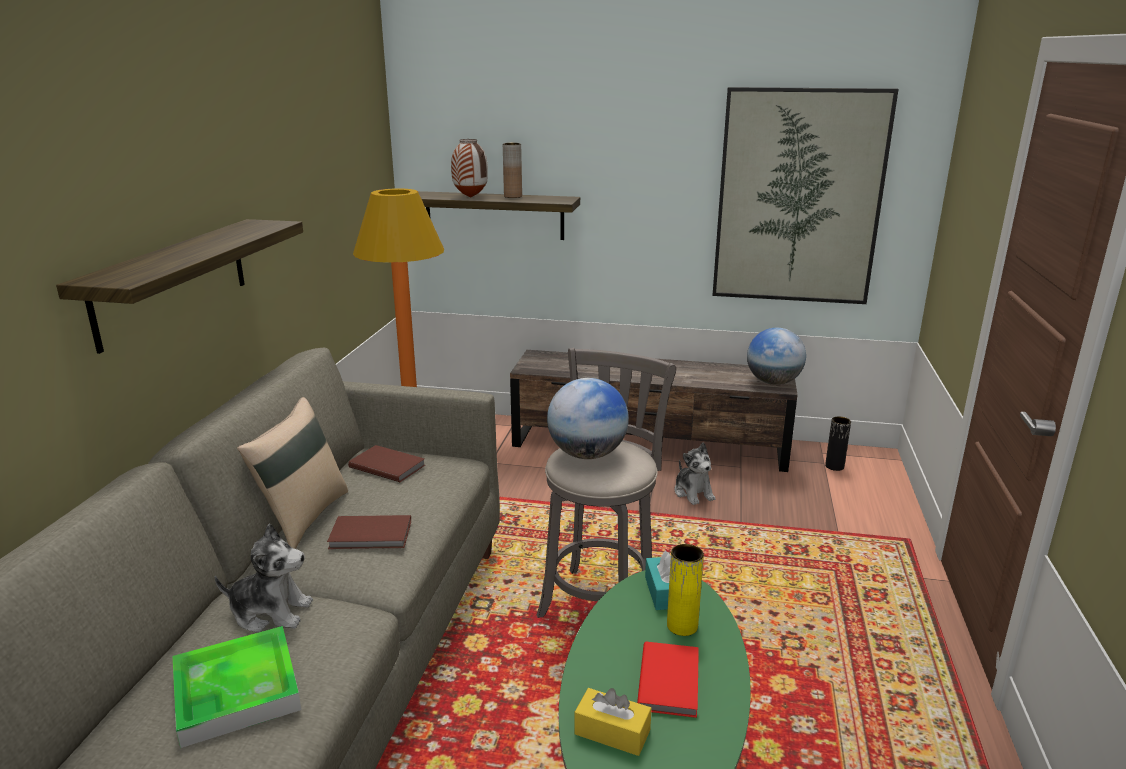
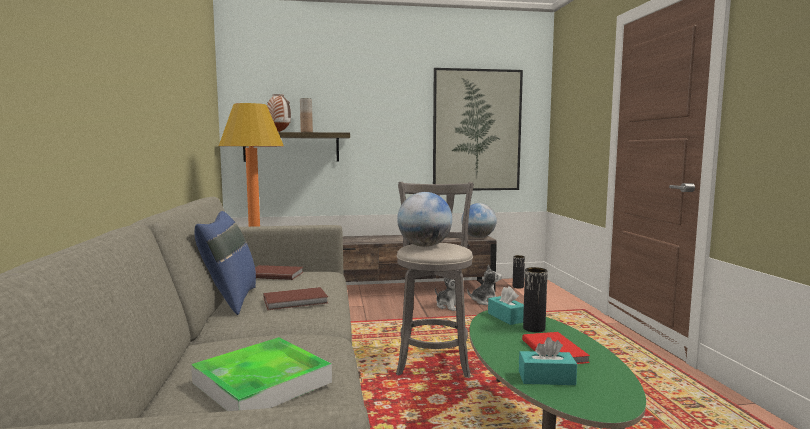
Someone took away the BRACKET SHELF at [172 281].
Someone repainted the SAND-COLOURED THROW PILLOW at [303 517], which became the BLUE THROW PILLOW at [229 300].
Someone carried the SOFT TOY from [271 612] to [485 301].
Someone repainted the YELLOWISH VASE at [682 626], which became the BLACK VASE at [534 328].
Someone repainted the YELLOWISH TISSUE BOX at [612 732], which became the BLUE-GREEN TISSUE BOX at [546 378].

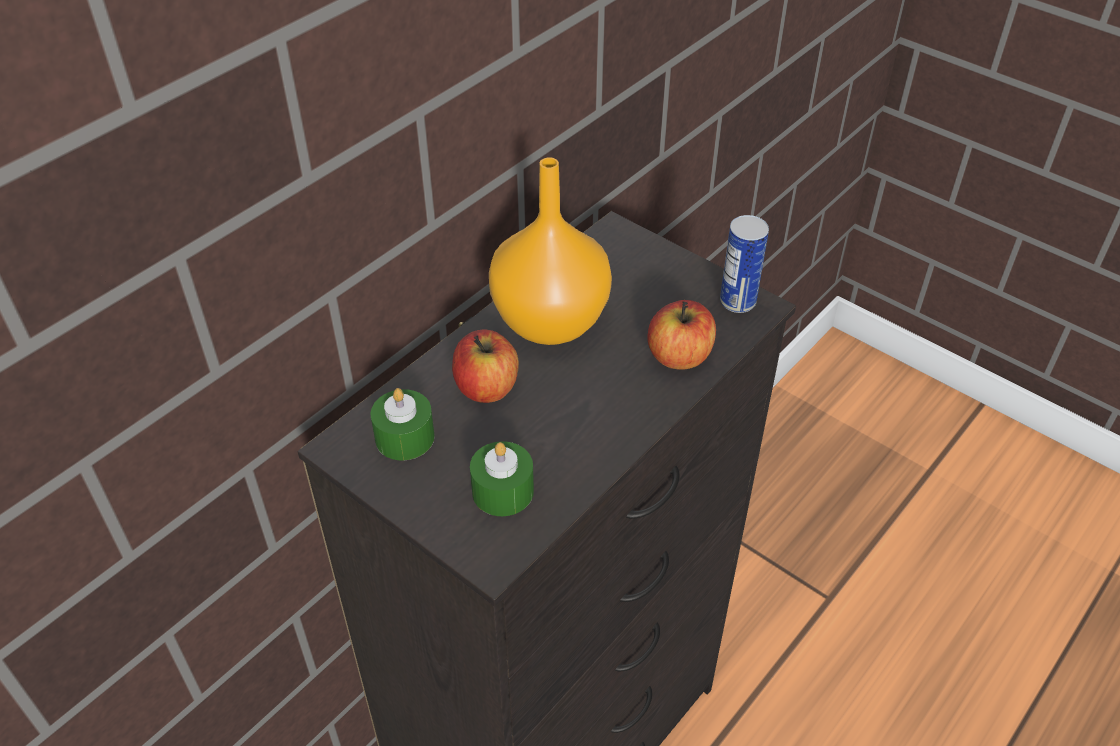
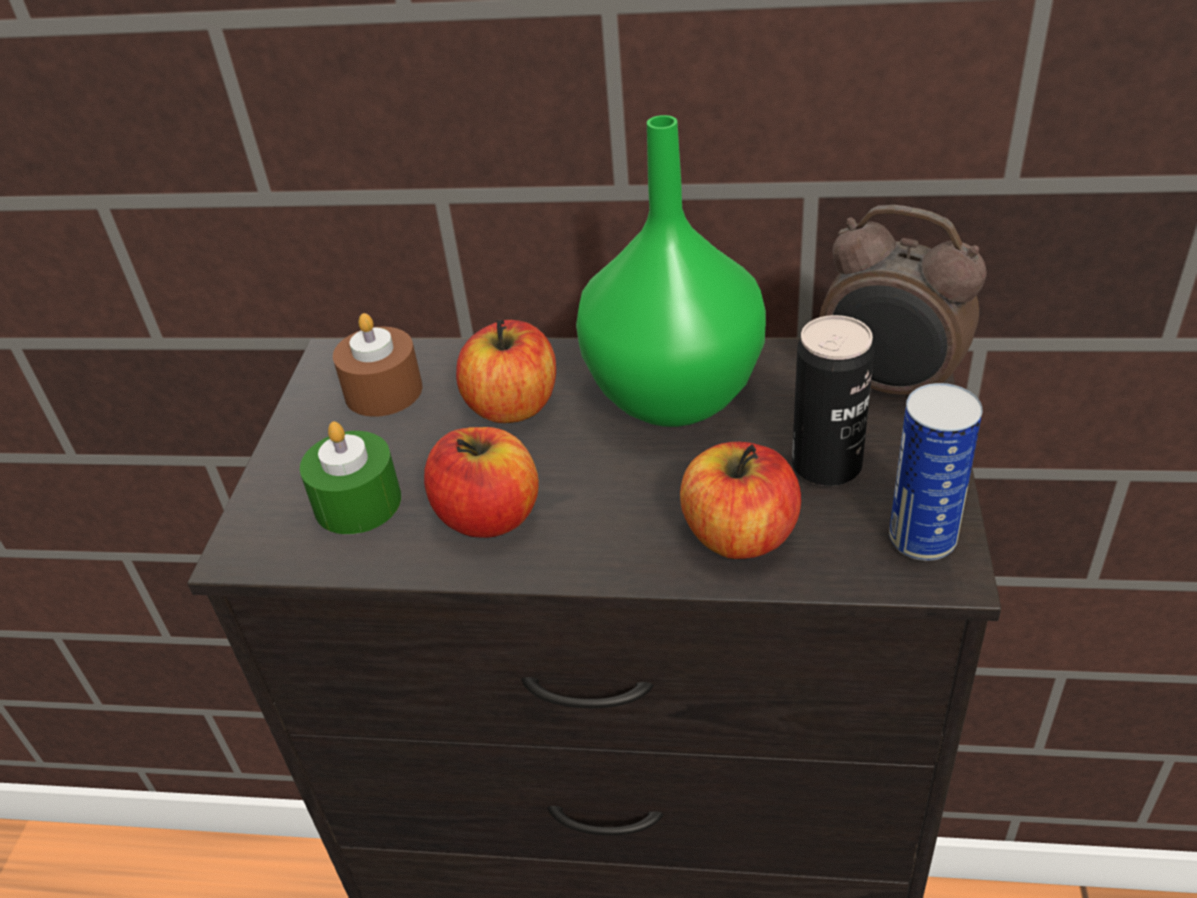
Someone repainted the ORANGE VASE at [549 324], which became the GREEN VASE at [670 397].
Someone repainted the GREEN CANDLE at [405 437], which became the BROWN CANDLE at [383 391].
Someone put down the ALARM CLOCK at [889 387].
Someone put down the CAN at [826 465].
Someone put down the APPLE at [489 516].

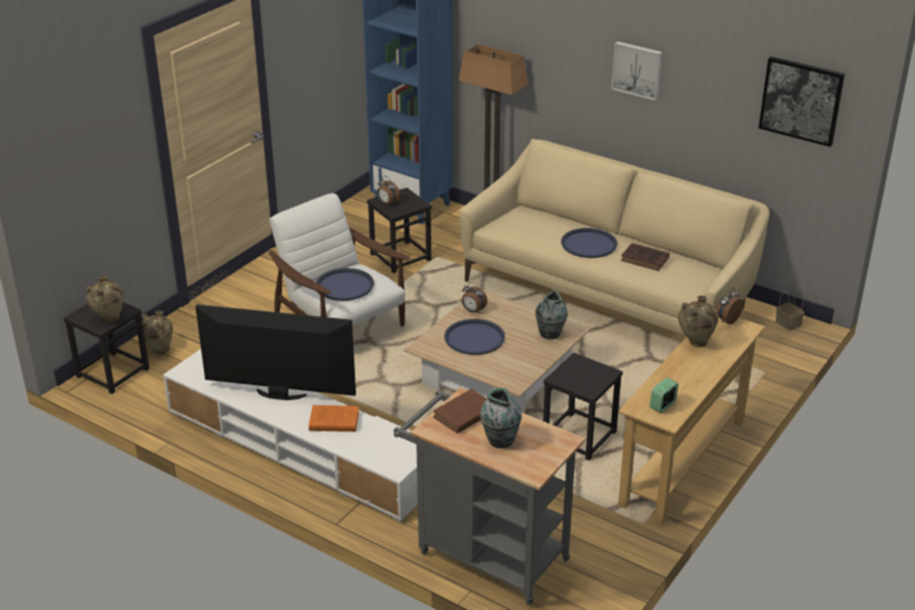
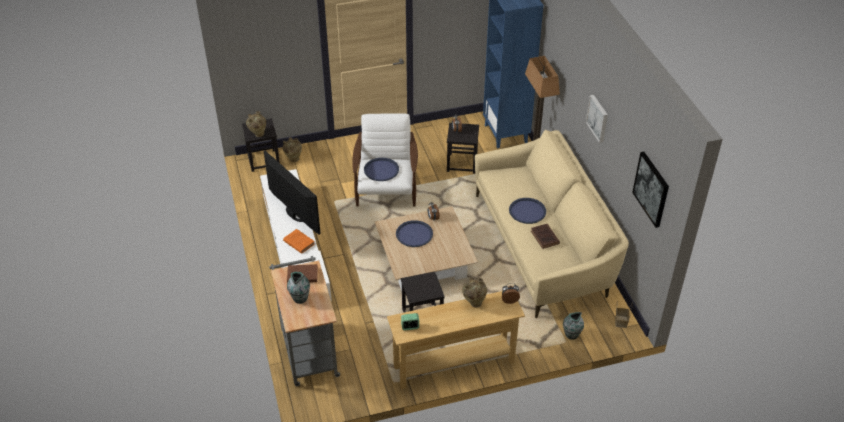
Someone carried the VASE from [550 334] to [571 335].

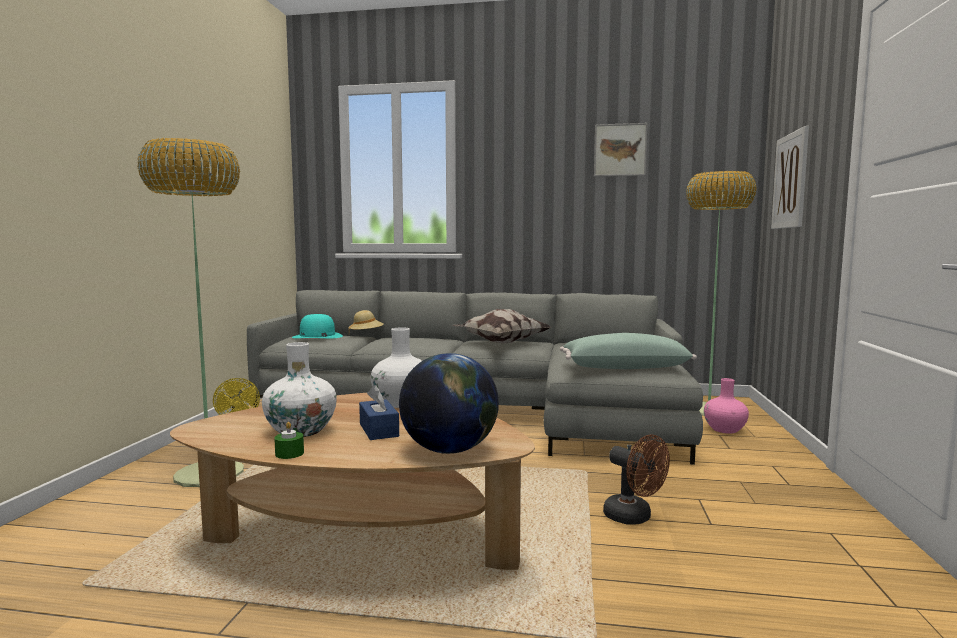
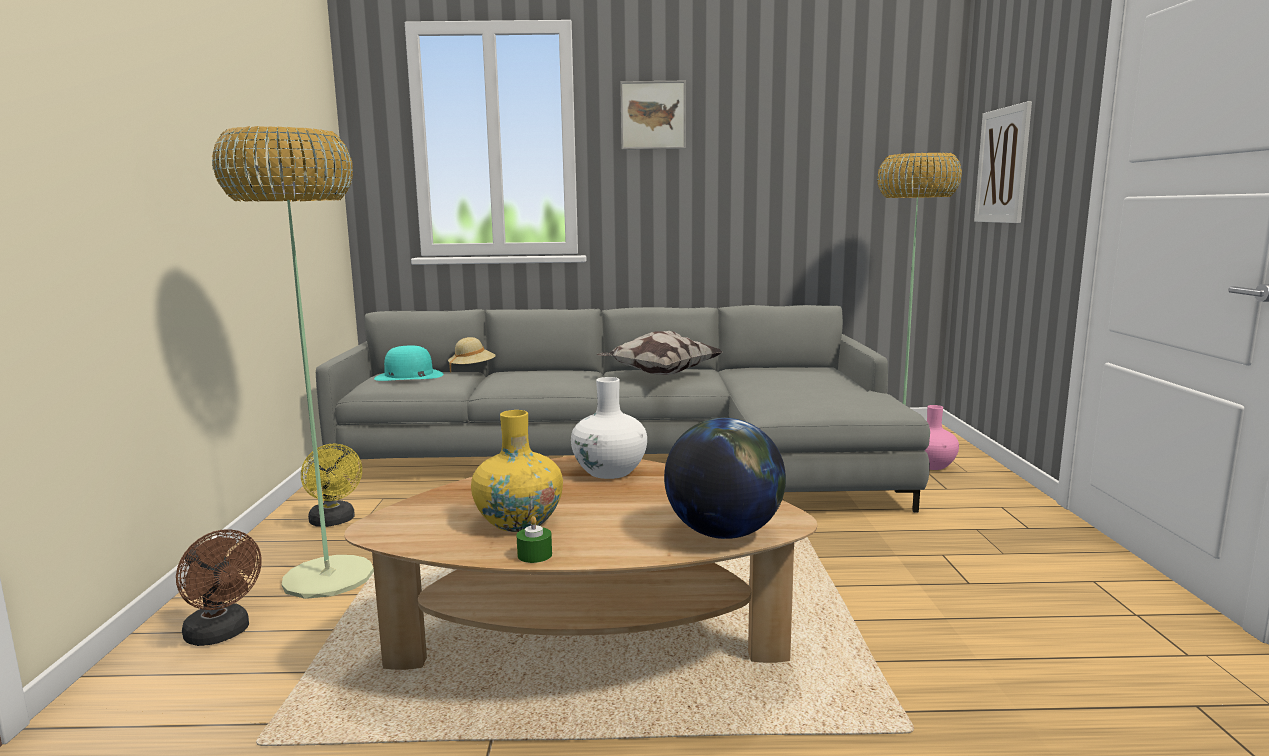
Someone carried the WALL PICTURE from [620 150] to [653 115].
Someone took away the GREEN THROW PILLOW at [624 367].
Someone repainted the WHITE VASE at [301 431], which became the YELLOWISH VASE at [519 522].
Someone took away the BLUE TISSUE BOX at [379 430].
Someone carried the BROWN ELECTRIC FAN from [634 517] to [222 634].

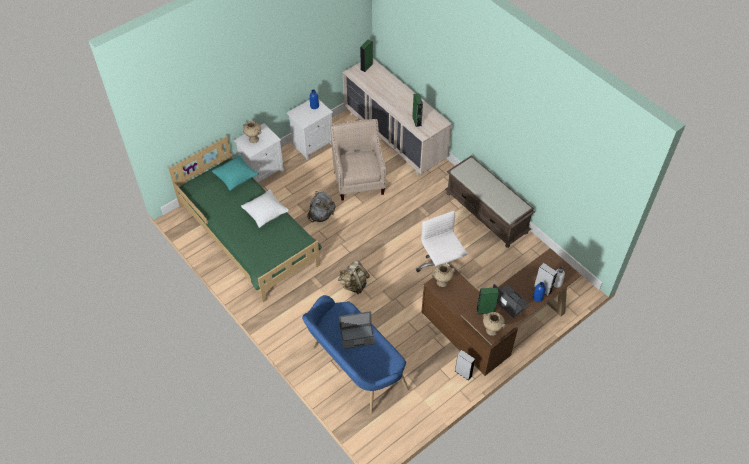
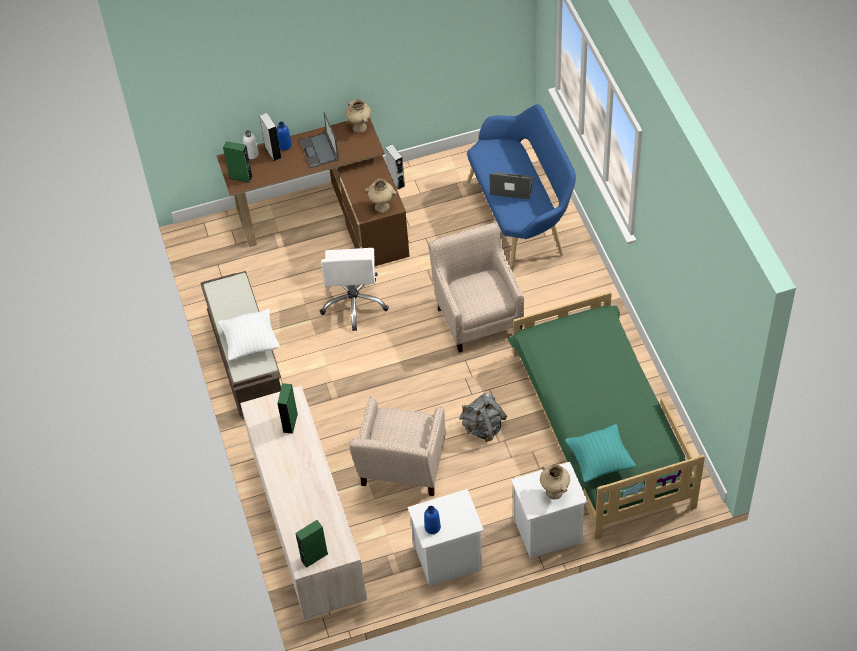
Someone carried the WHITE THROW PILLOW from [265 214] to [250 343].
Someone swapped the SAND-COLOURED KNAPSACK at [354 284] for the SAND-COLOURED ARMCHAIR at [478 315].
Someone carried the GREEN AUDIO SPEAKER from [485 310] to [240 177].

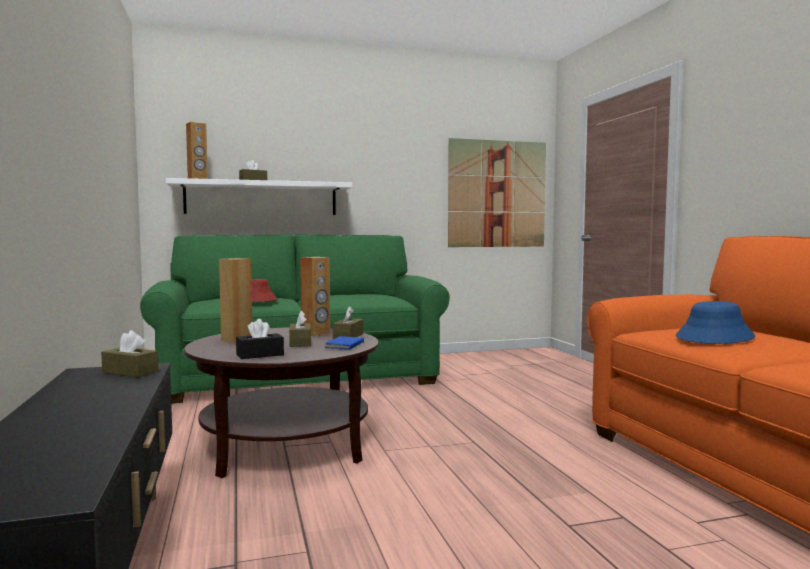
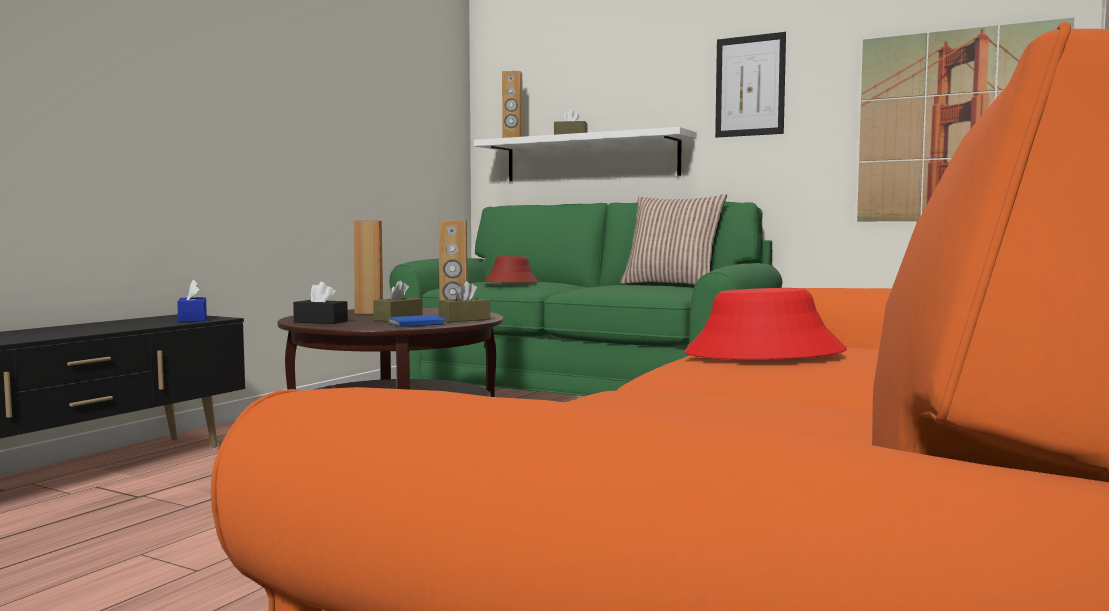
Someone repainted the BLUE HAT at [715 337], which became the RED-COLOURED HAT at [763 354].
Someone repainted the BROWN TISSUE BOX at [130 372], which became the BLUE TISSUE BOX at [192 319].
Someone put up the WALL PICTURE at [750 86].
Someone put down the THROW PILLOW at [672 285].

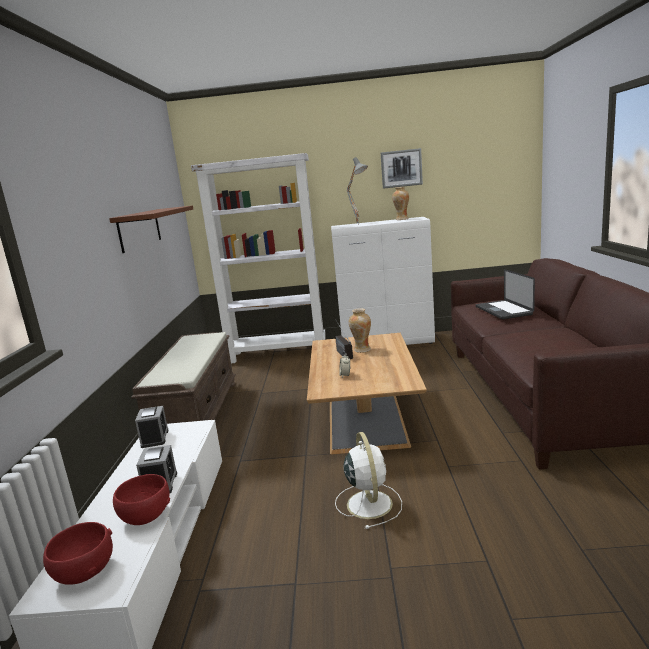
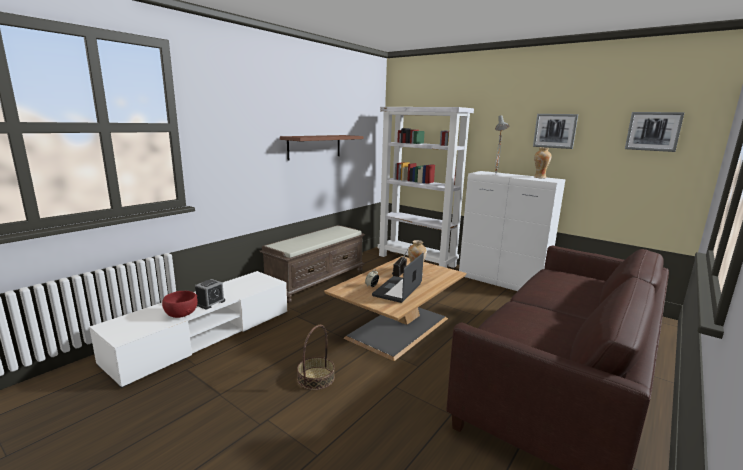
Someone carried the LAPTOP from [503 310] to [397 290].
Someone took away the ALARM CLOCK at [155 438].
Someone swapped the WHITE ELECTRIC FAN at [369 503] for the STORAGE BASKET at [315 378].
Someone took away the RED-COLOURED SERVING BOWL at [84 572].
Someone put up the WALL PICTURE at [653 131].

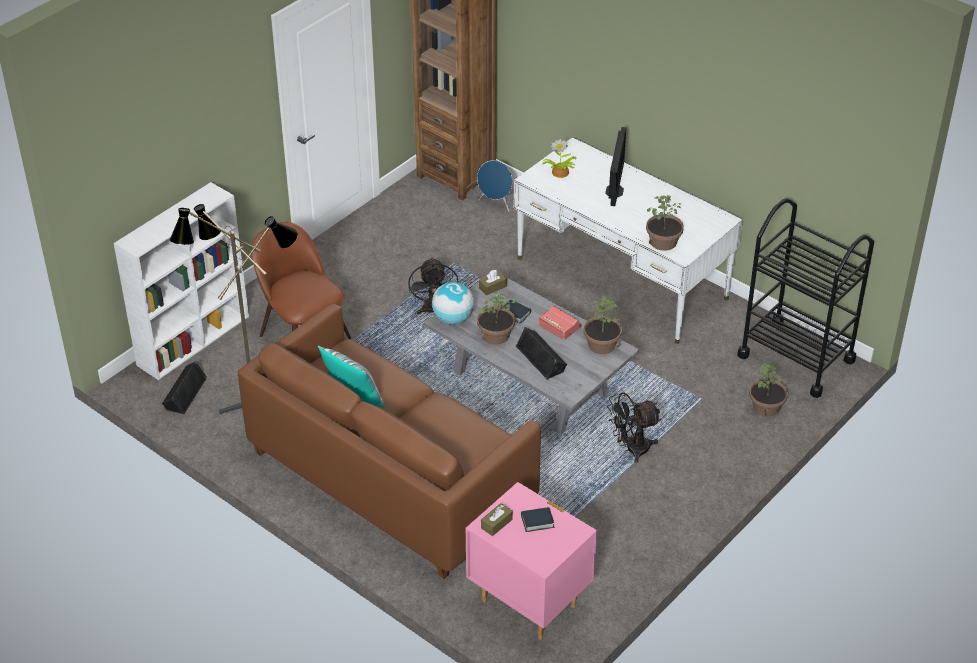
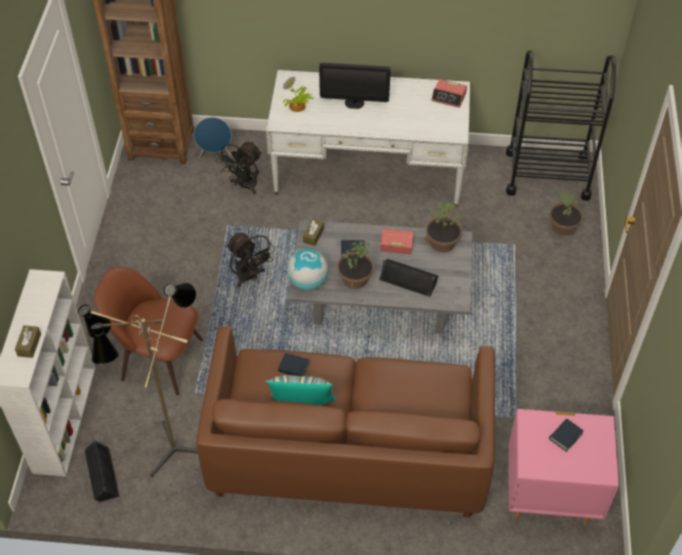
Someone rotated the MONITOR at [614 191] by 120 degrees clockwise.
Someone took away the POTTED PLANT at [663 242].
Someone carried the BLACK ELECTRIC FAN from [631 449] to [244 186].
Someone carried the BROWN TISSUE BOX from [496 524] to [29 345].
Someone put down the ALARM CLOCK at [449 97].
Someone put down the BOUND BOOK at [293 368].

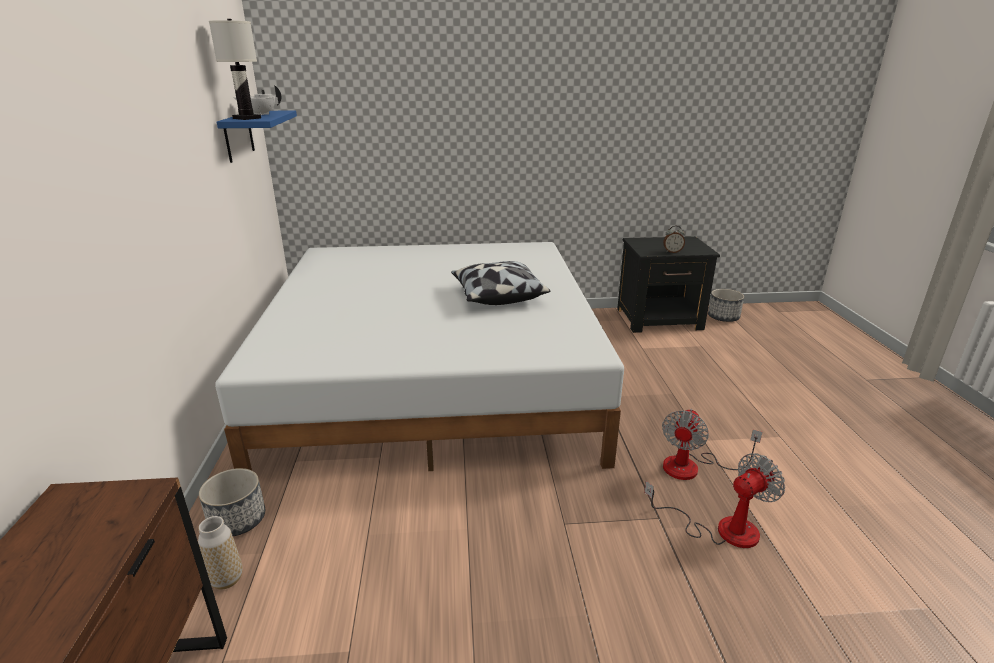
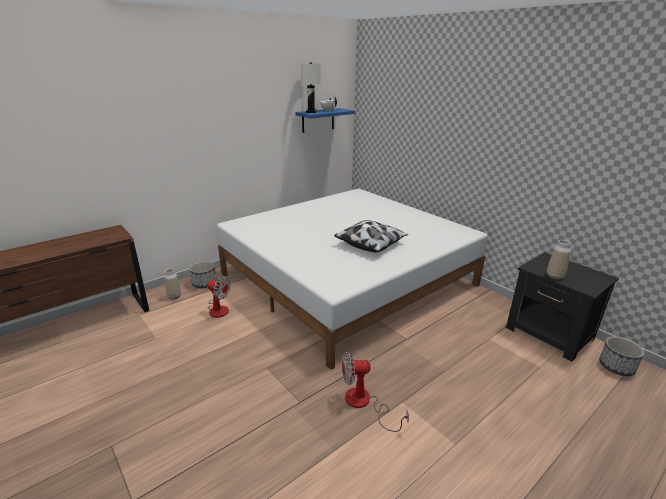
Someone swapped the ALARM CLOCK at [672 252] for the VASE at [554 276].
Someone carried the ELECTRIC FAN from [721 529] to [219 308].

